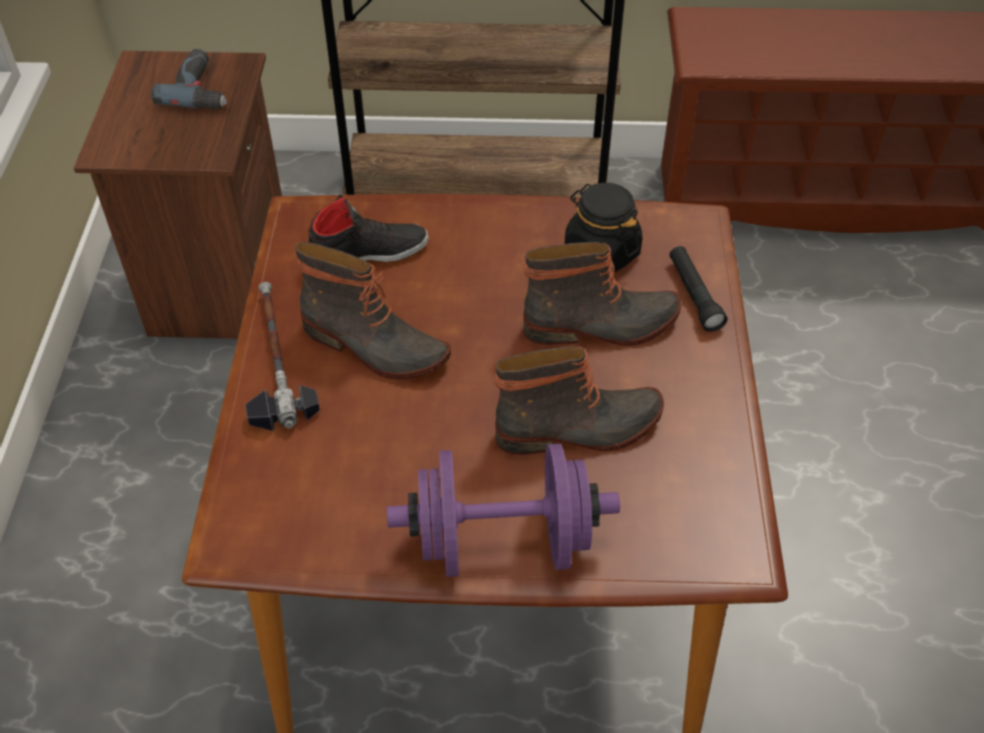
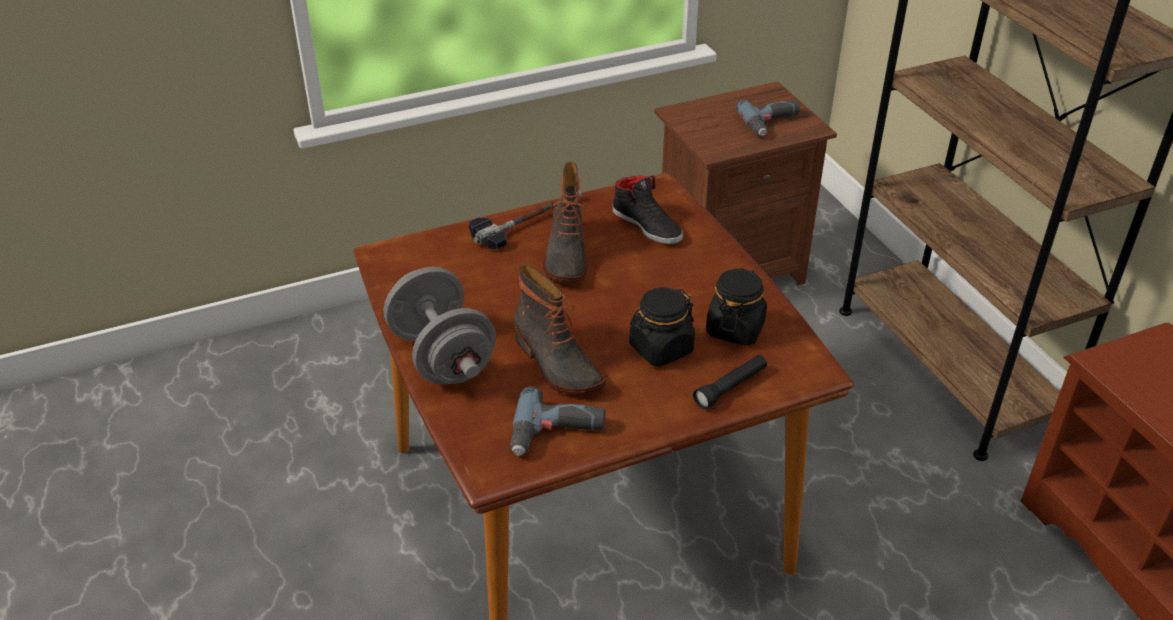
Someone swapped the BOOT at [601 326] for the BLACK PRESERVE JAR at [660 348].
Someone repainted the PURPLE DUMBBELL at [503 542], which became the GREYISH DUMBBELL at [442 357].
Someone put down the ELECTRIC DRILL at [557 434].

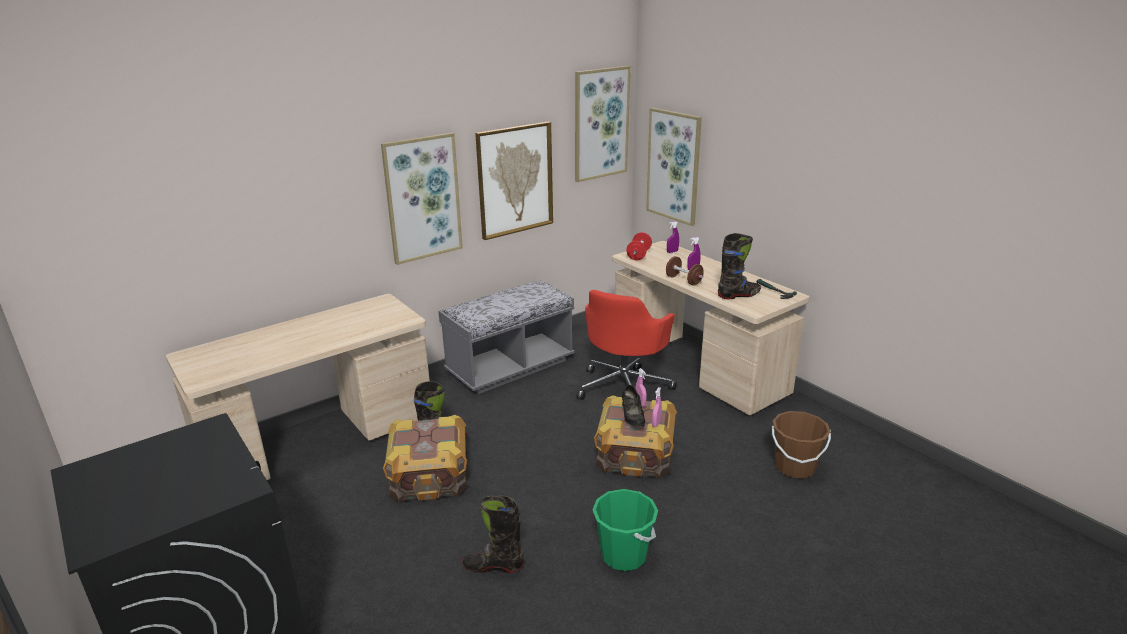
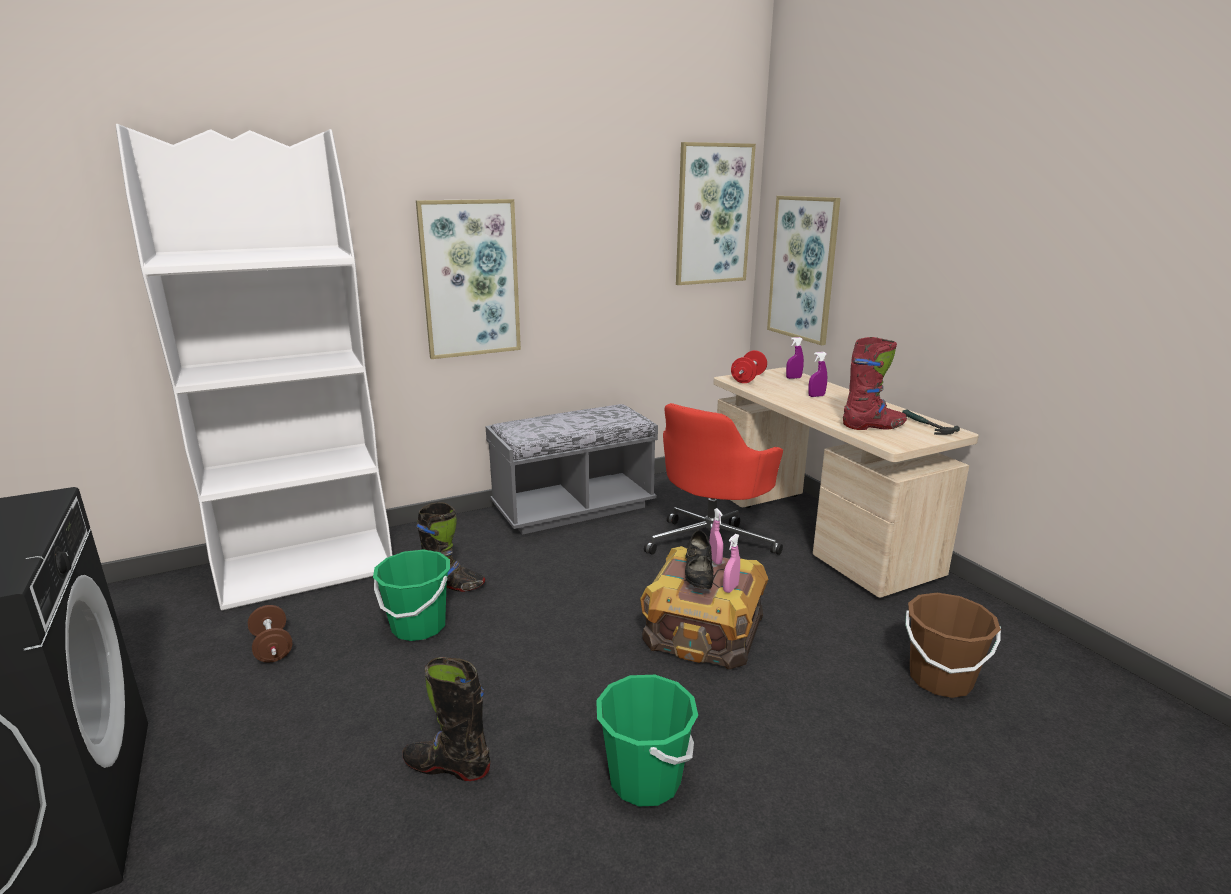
Someone took away the WALL PICTURE at [515 180].
Someone repainted the BLACK BOOT at [739 295], which became the RED-COLOURED BOOT at [873 426].
Someone carried the BROWN DUMBBELL from [683 280] to [272 647].
Someone swapped the SAND-COLOURED DESK UNIT at [321 440] for the WHITE BOOKCASE at [309 568].
Someone swapped the PACKING CRATE at [430 475] for the GREEN WATER BUCKET at [418 626].

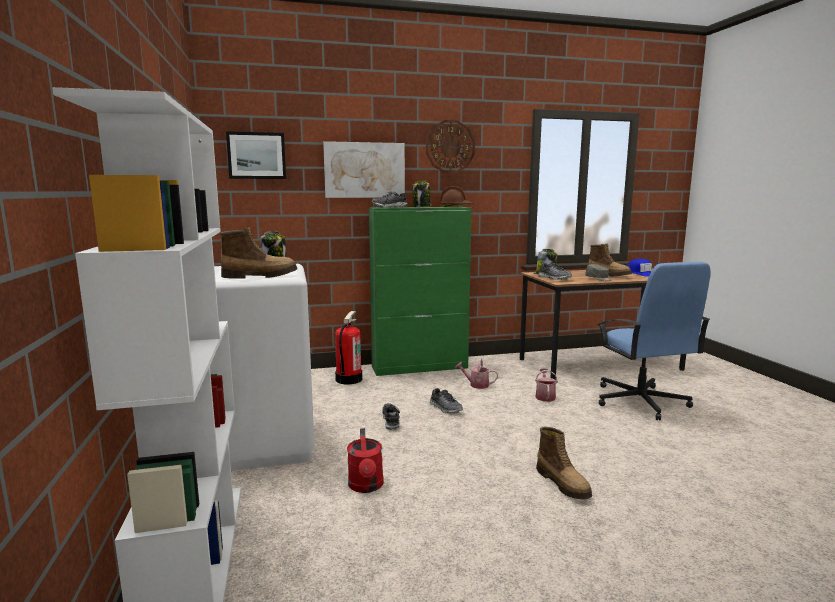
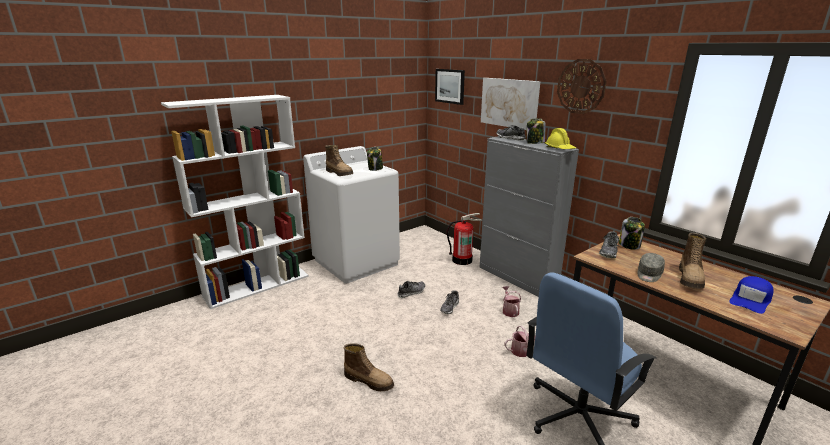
Someone repainted the BROWN WORK HELMET at [456 206], which became the YELLOWISH WORK HELMET at [559 149].
Someone repainted the GREEN CUPBOARD at [420 367], which became the GREYISH CUPBOARD at [517 278].
Someone rotated the BOOT at [563 484] by 105 degrees counterclockwise.
Someone took away the RED-COLOURED WATERING POT at [366 486].

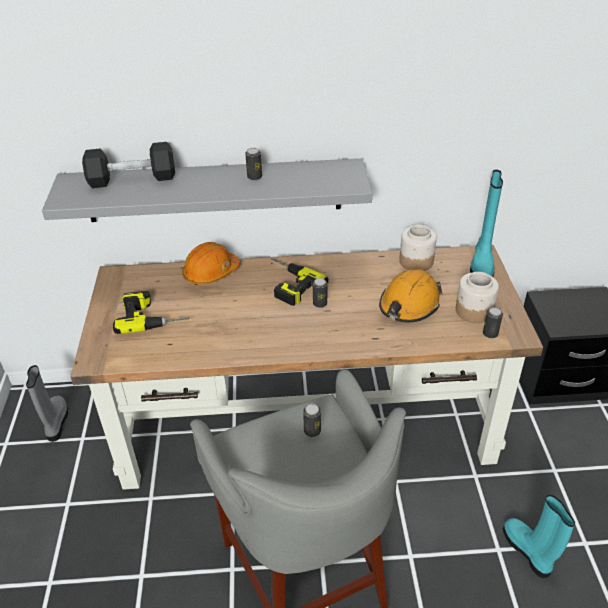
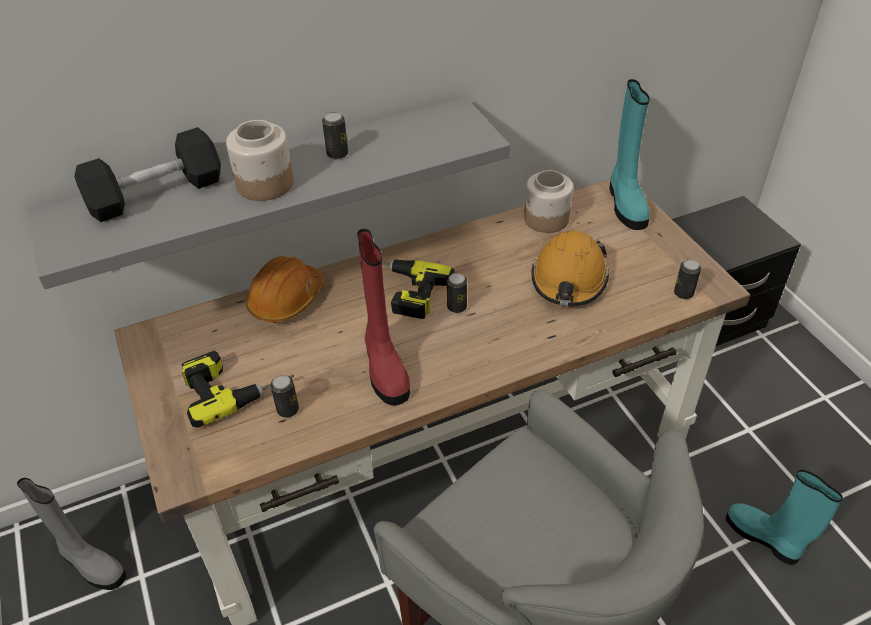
Someone carried the PRESERVE JAR from [474 311] to [265 184].
Someone rotated the GREYISH BOOT at [56 422] by 150 degrees clockwise.
Someone carried the CAN from [312 431] to [288 410].
Someone put down the RED-COLOURED BOOT at [384 367].

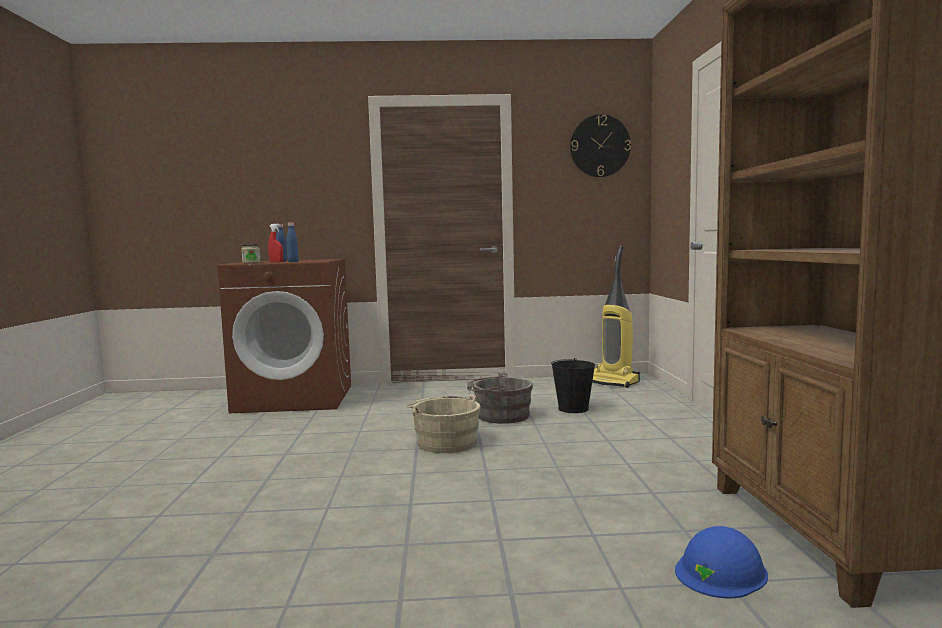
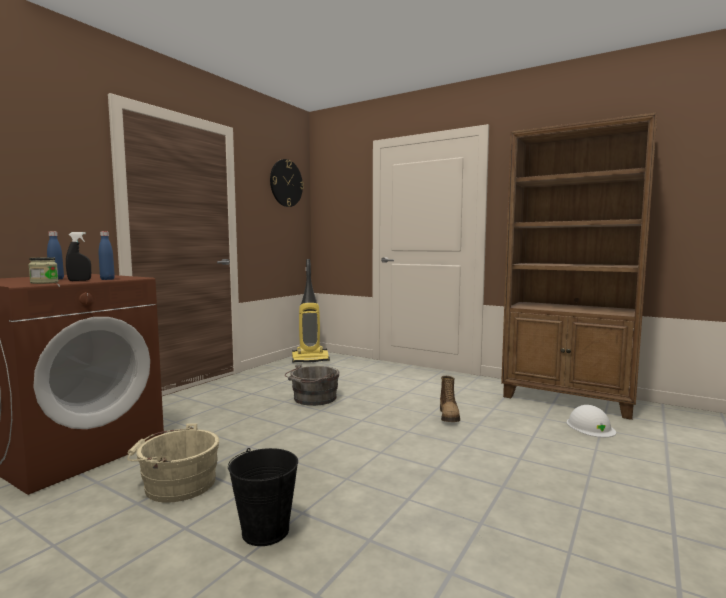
Someone repainted the RED-COLOURED SPRAYER at [276 262], which became the BLACK SPRAYER at [79 280].
Someone carried the BLACK WATER BUCKET from [573 409] to [266 530].
Someone carried the SAND-COLOURED WATER BUCKET from [444 442] to [176 484].
Someone repainted the BLUE WORK HELMET at [720 571], which became the WHITE WORK HELMET at [590 427].
Someone put down the BOOT at [449 416].

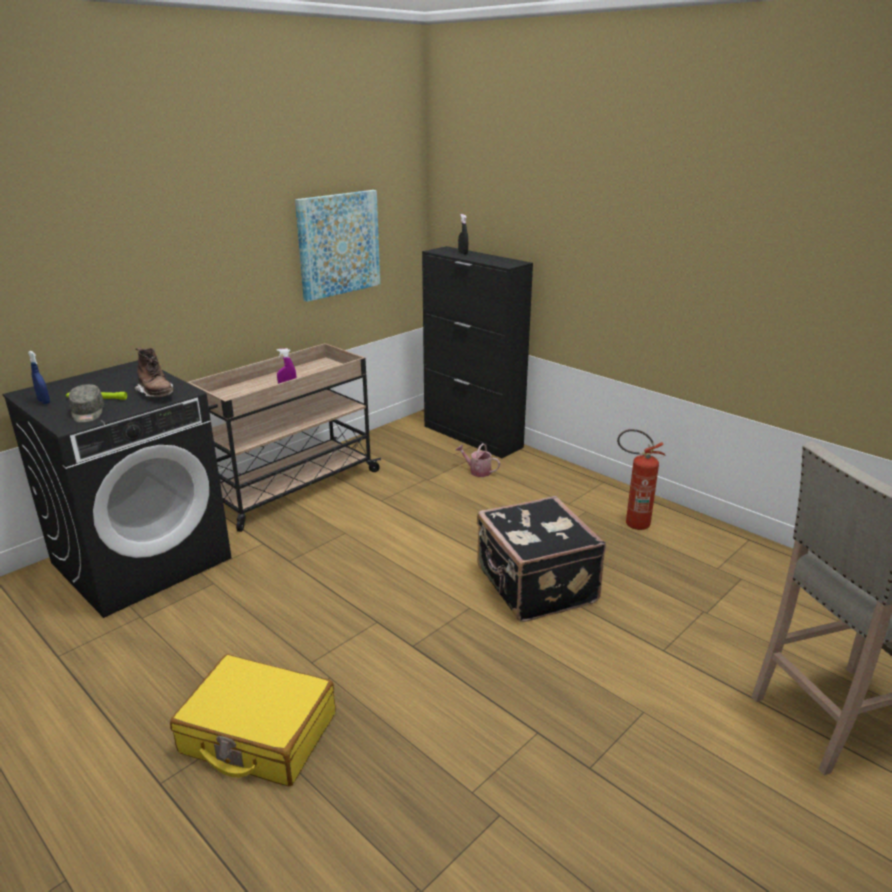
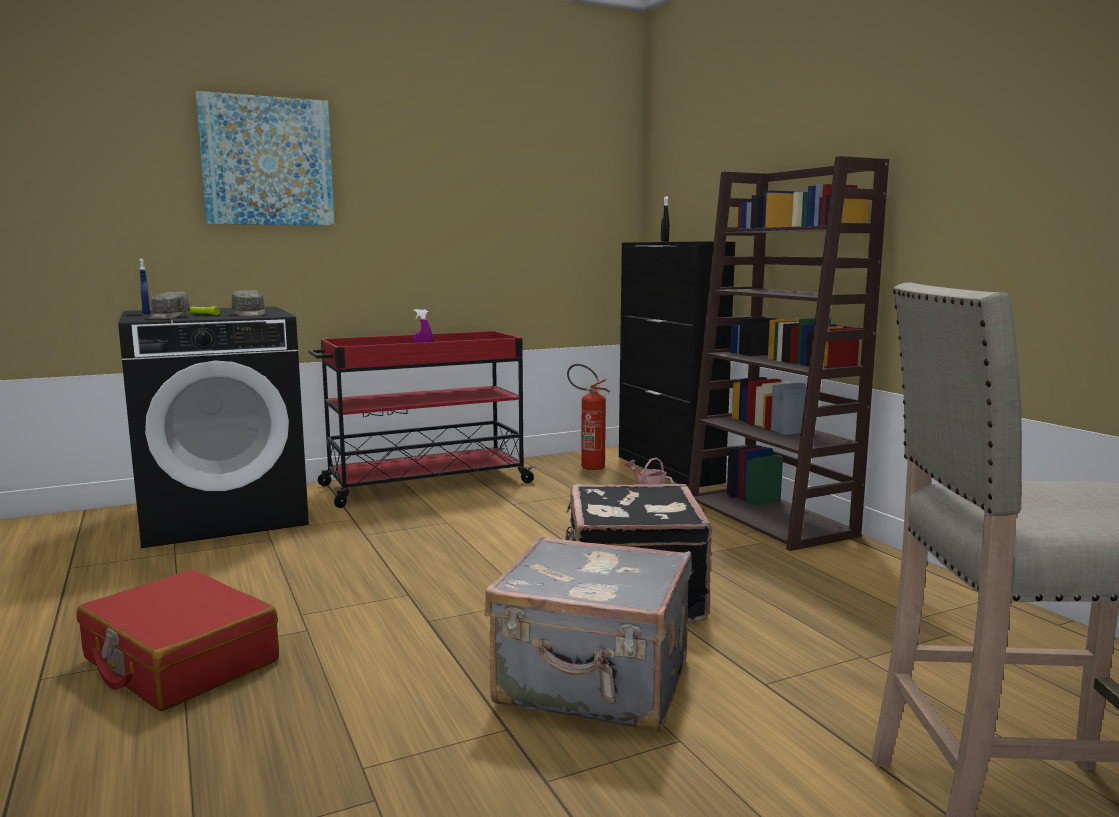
Someone carried the WALL PICTURE from [338 244] to [267 161].
Someone repainted the SAND-COLOURED WHEELED CART at [290 488], which became the RED-COLOURED WHEELED CART at [424 484].
Someone swapped the BROWN BOOT at [156 394] for the GREYISH CAP at [249 314].
Someone carried the FIRE EXTINGUISHER from [631 524] to [587 466].
Someone repainted the YELLOWISH PIECE OF LUGGAGE at [258 734], which became the RED-COLOURED PIECE OF LUGGAGE at [180 661].
Someone put down the BROWN BOOKCASE at [770 518].
Someone put down the GREYISH PIECE OF LUGGAGE at [594 684].

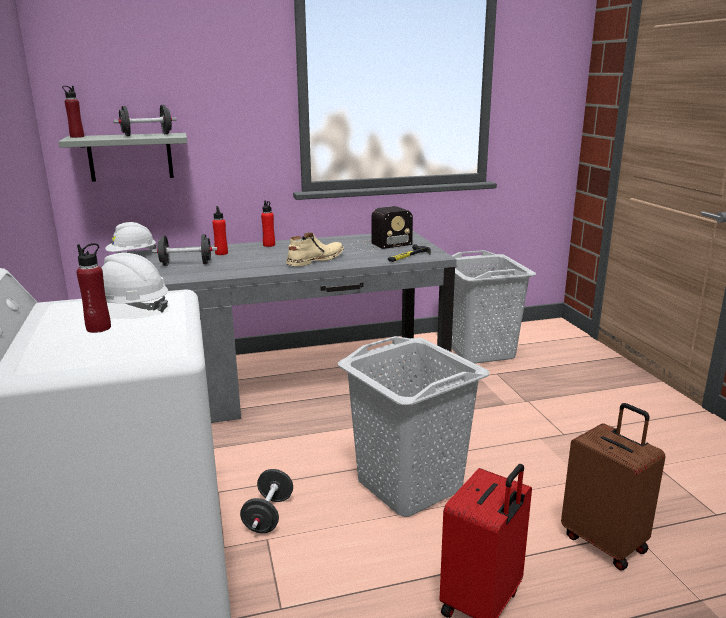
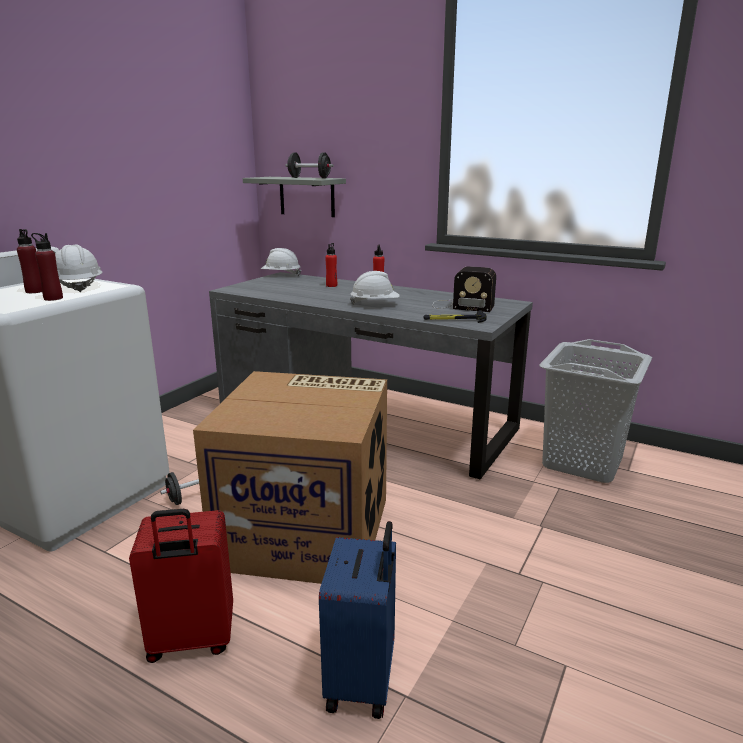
Someone carried the RED-COLOURED BEVERAGE BOTTLE from [77 137] to [53 298].
Someone swapped the SAND-COLOURED BOOT at [315 260] for the WHITE WORK HELMET at [375 304].
Someone took away the BLACK DUMBBELL at [186 264].
Someone swapped the GREYISH LAUNDRY BASKET at [409 484] for the CARDBOARD BOX at [308 530].
Someone repainted the BROWN PIECE OF LUGGAGE at [605 542], which became the BLUE PIECE OF LUGGAGE at [363 681].

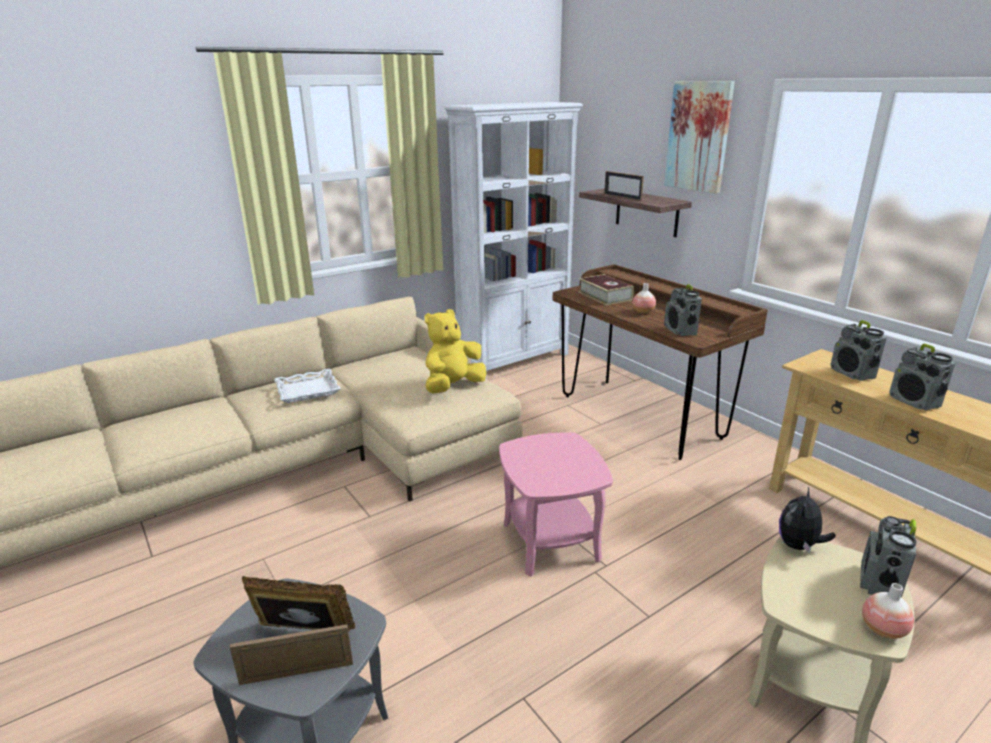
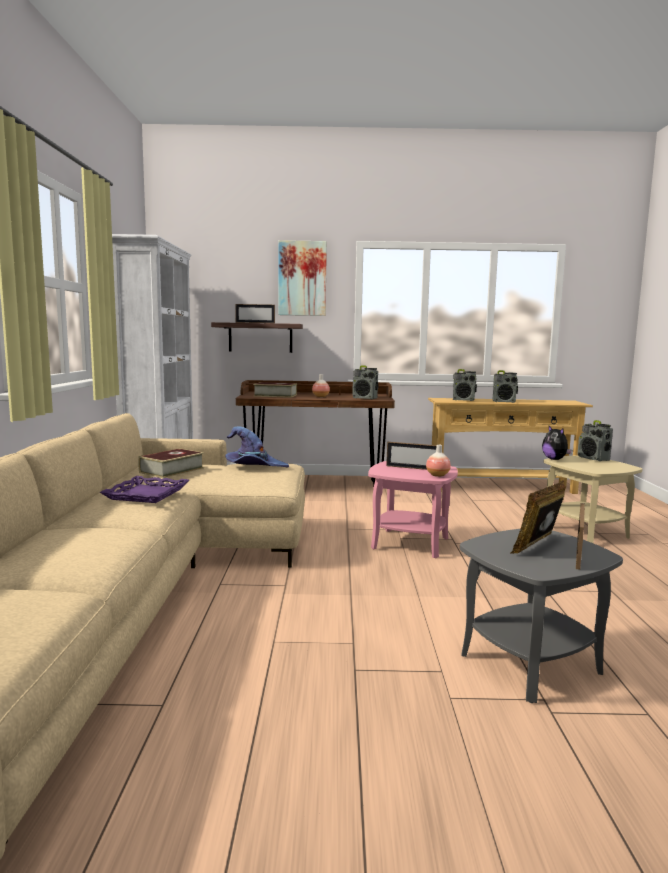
Someone swapped the YELLOWISH SOFT TOY at [453 387] for the PURPLE HAT at [254 467].
Someone repainted the WHITE SERVING TRAY at [307 390], which became the PURPLE SERVING TRAY at [146 494].
Someone carried the VASE from [882 629] to [437 475].
Someone put down the PICTURE FRAME at [412 468].
Someone put down the BOUND BOOK at [172 470].

